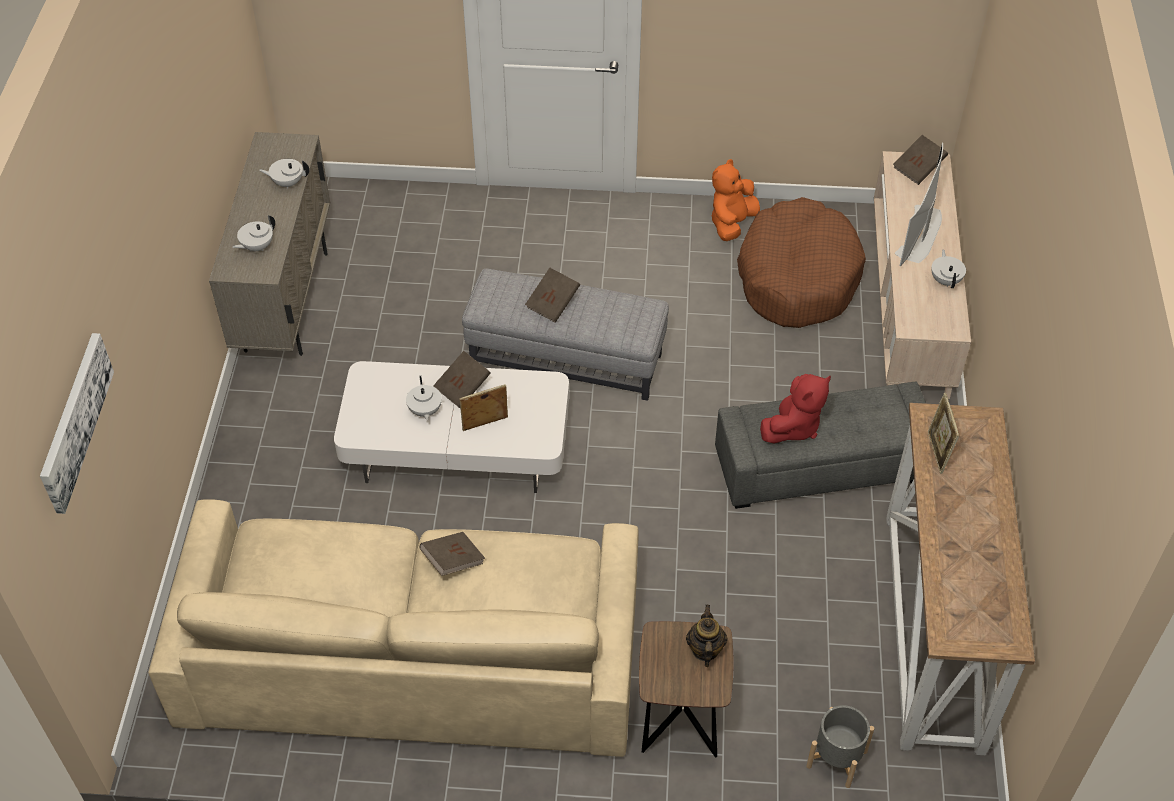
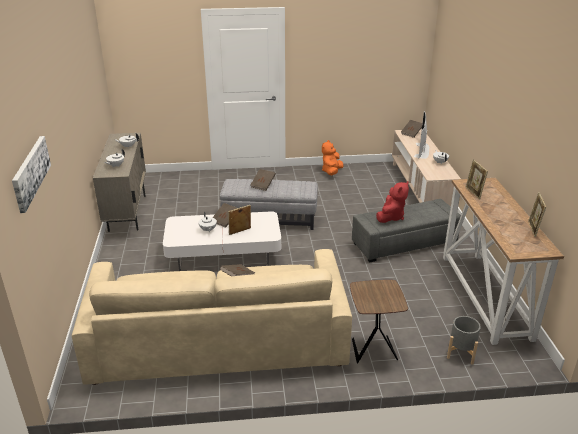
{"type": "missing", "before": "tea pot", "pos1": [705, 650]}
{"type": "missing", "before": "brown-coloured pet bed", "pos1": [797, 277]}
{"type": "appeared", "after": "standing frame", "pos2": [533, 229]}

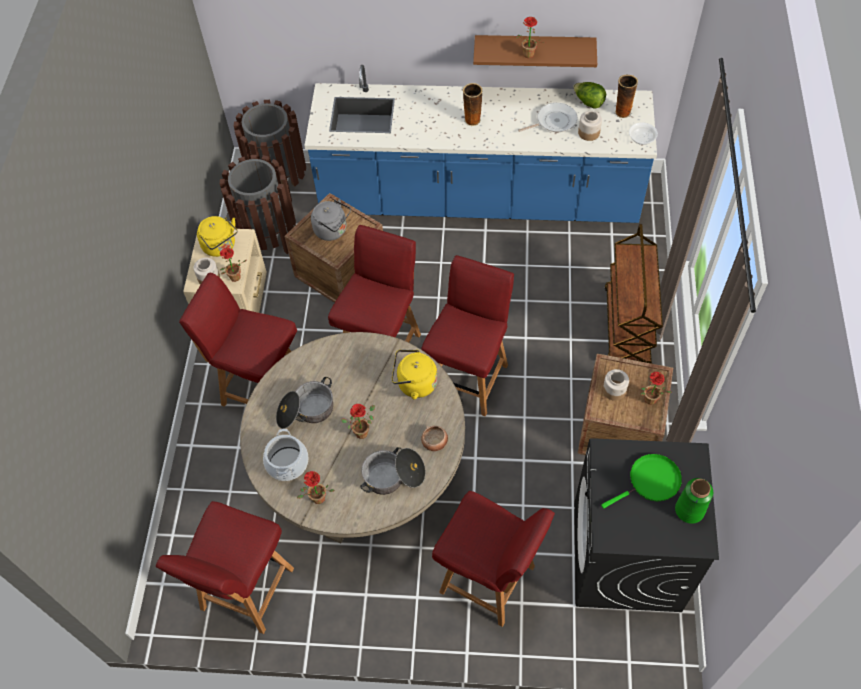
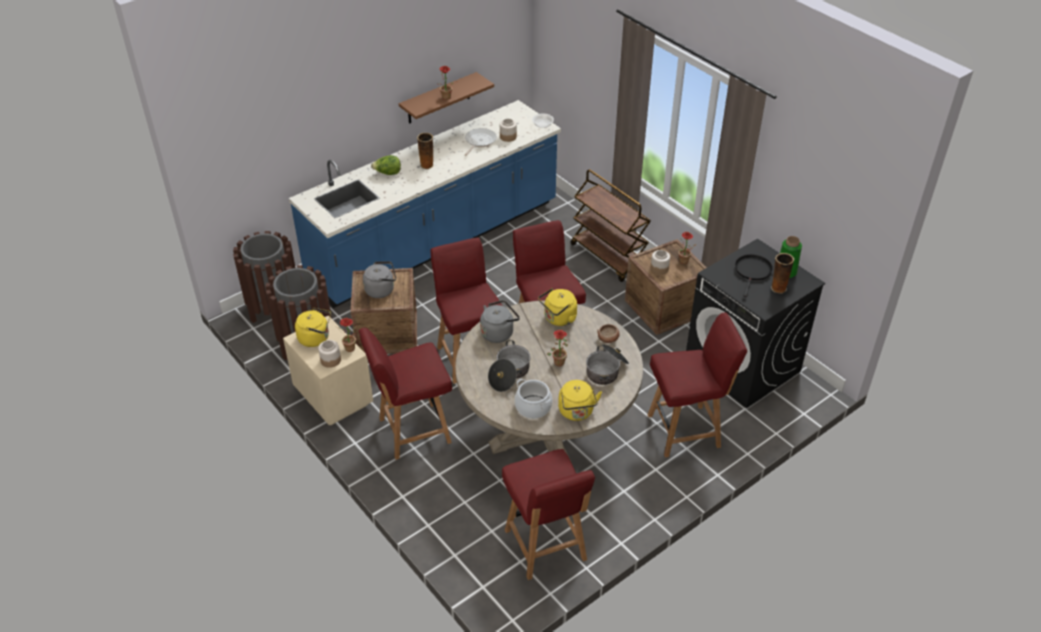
{"type": "appeared", "after": "gray tea kettle", "pos2": [498, 333]}
{"type": "relocated", "before": "lettuce head", "pos1": [588, 102], "pos2": [387, 173]}
{"type": "relocated", "before": "flower vase", "pos1": [622, 112], "pos2": [778, 288]}
{"type": "exchanged", "before": "houseplant", "after": "yellow tea kettle", "pos1": [317, 500], "pos2": [577, 412]}
{"type": "colour", "before": "green frying pan", "after": "blackish frying pan", "pos1": [651, 481], "pos2": [752, 271]}

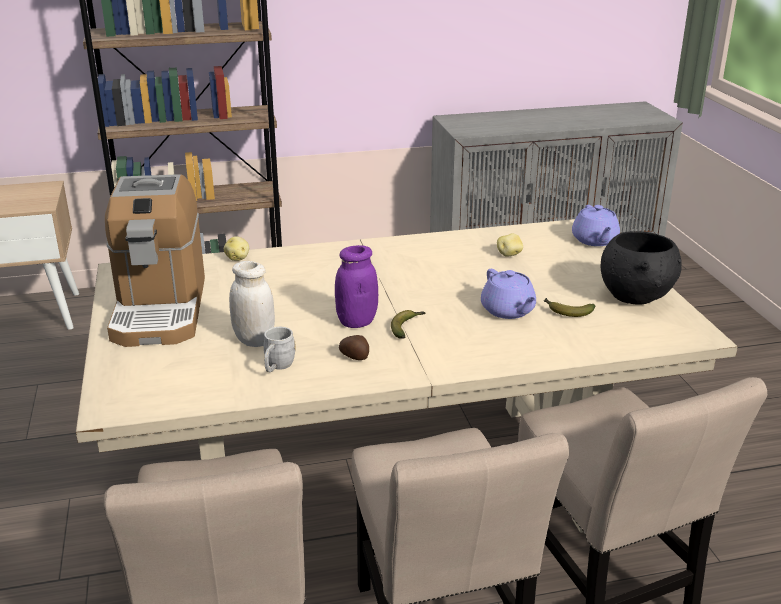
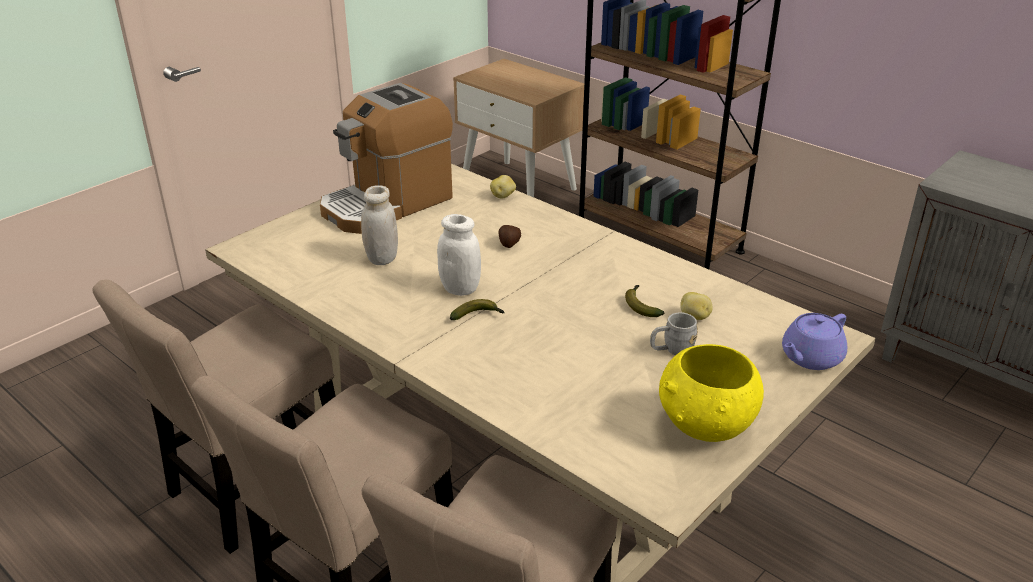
{"type": "missing", "before": "purple tea pot", "pos1": [508, 311]}
{"type": "relocated", "before": "gray coffee mug", "pos1": [277, 367], "pos2": [671, 350]}
{"type": "relocated", "before": "potato", "pos1": [355, 357], "pos2": [509, 244]}
{"type": "relocated", "before": "whole banana", "pos1": [566, 311], "pos2": [641, 305]}
{"type": "colour", "before": "purple preserve jar", "after": "white-coloured preserve jar", "pos1": [357, 322], "pos2": [460, 289]}
{"type": "colour", "before": "blackish serving bowl", "after": "yellow serving bowl", "pos1": [636, 297], "pos2": [706, 427]}

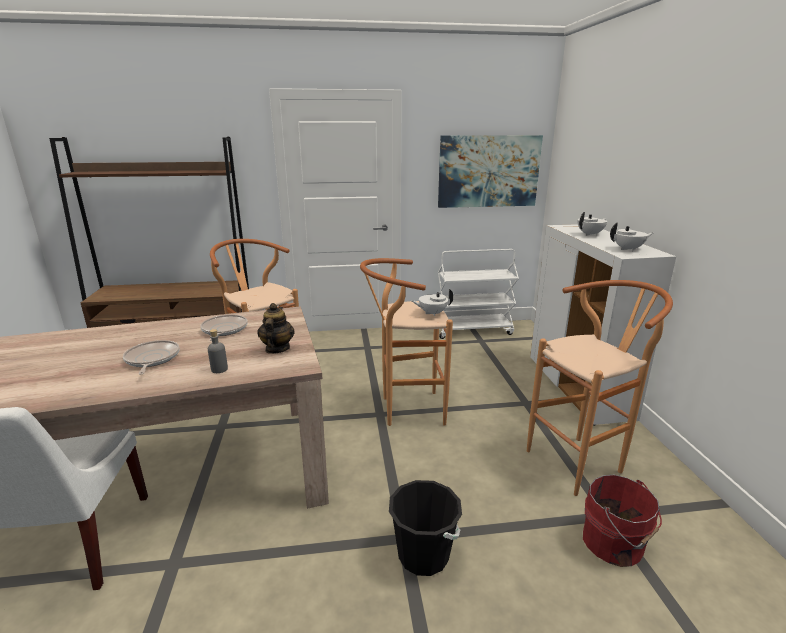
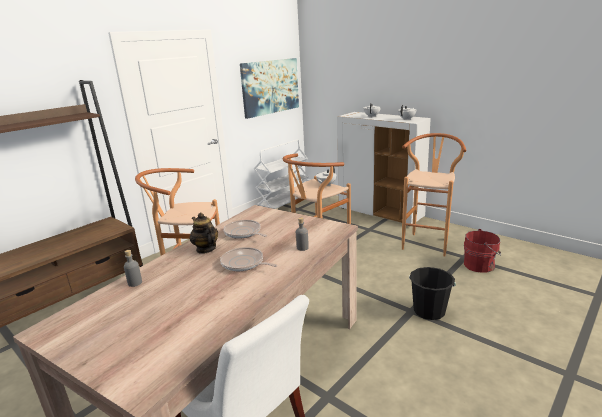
{"type": "appeared", "after": "gray bottle", "pos2": [135, 283]}
{"type": "relocated", "before": "tea pot", "pos1": [277, 349], "pos2": [206, 249]}

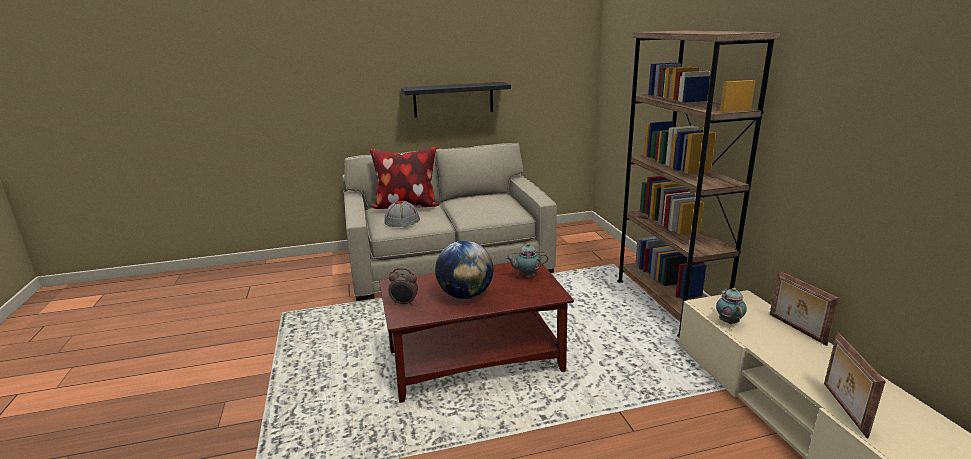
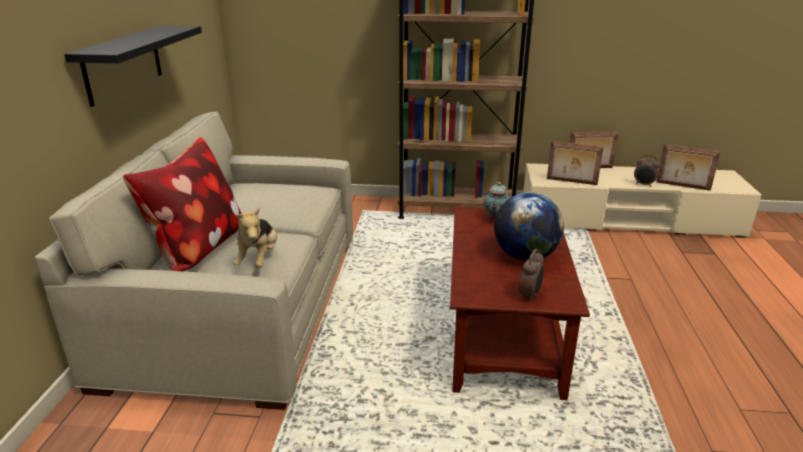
{"type": "appeared", "after": "alarm clock", "pos2": [644, 185]}
{"type": "exchanged", "before": "gray hat", "after": "plush toy", "pos1": [402, 220], "pos2": [259, 259]}
{"type": "exchanged", "before": "tea pot", "after": "standing frame", "pos1": [728, 321], "pos2": [571, 182]}

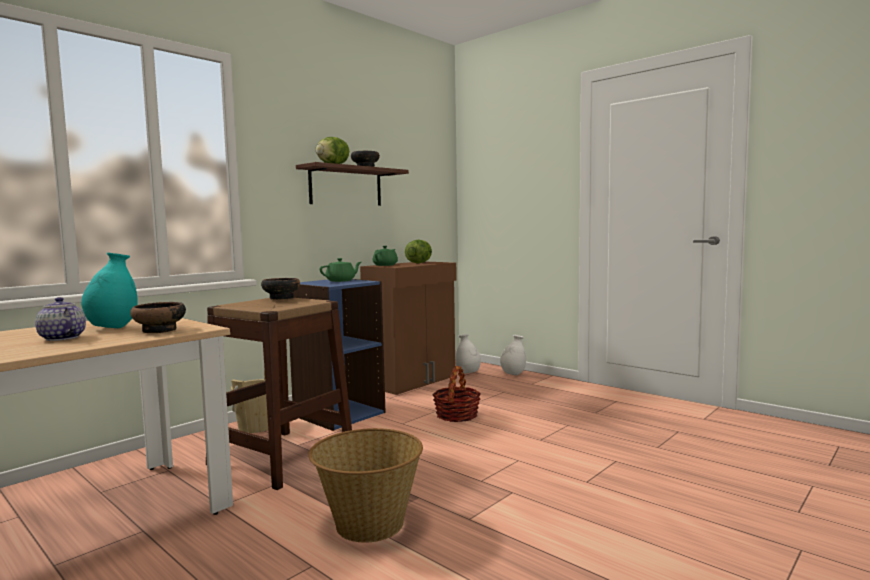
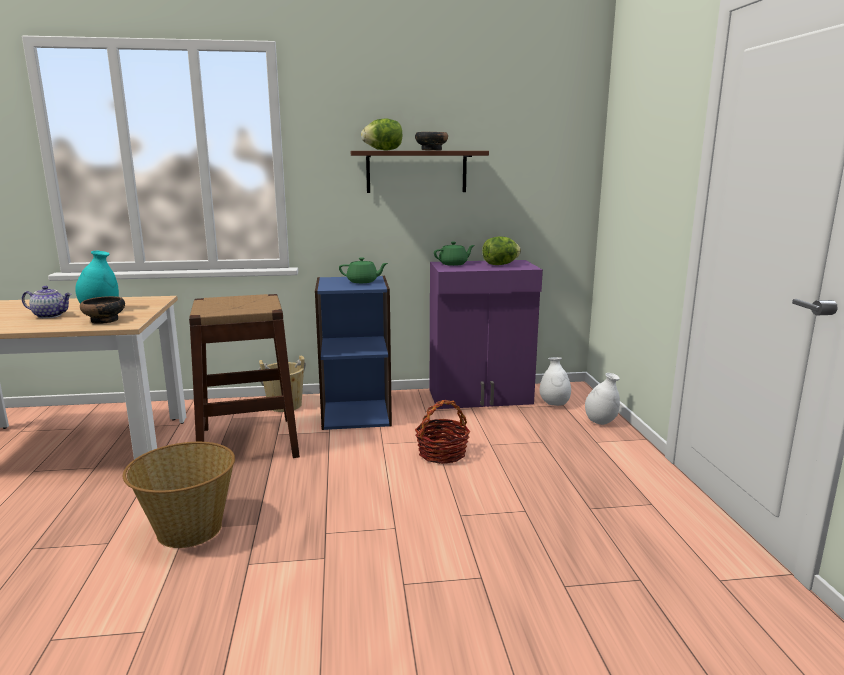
{"type": "missing", "before": "serving bowl", "pos1": [281, 298]}
{"type": "colour", "before": "brown-coloured cabinet", "after": "purple cabinet", "pos1": [412, 381], "pos2": [481, 397]}
{"type": "spun", "before": "tea pot", "pos1": [61, 338], "pos2": [50, 315], "turn": 105}

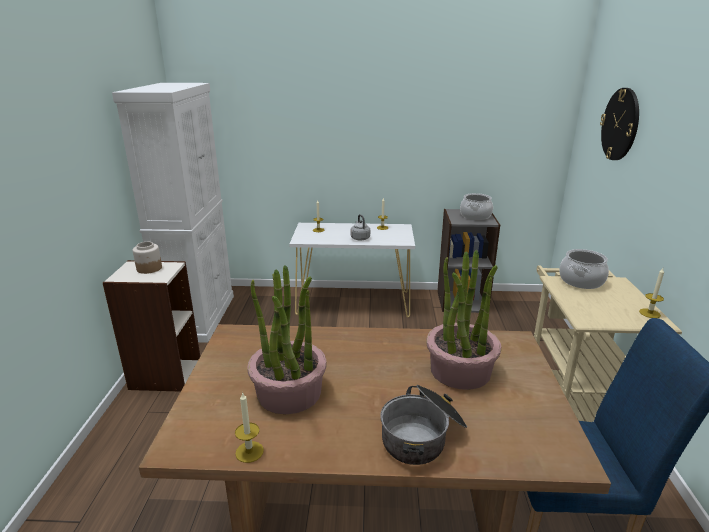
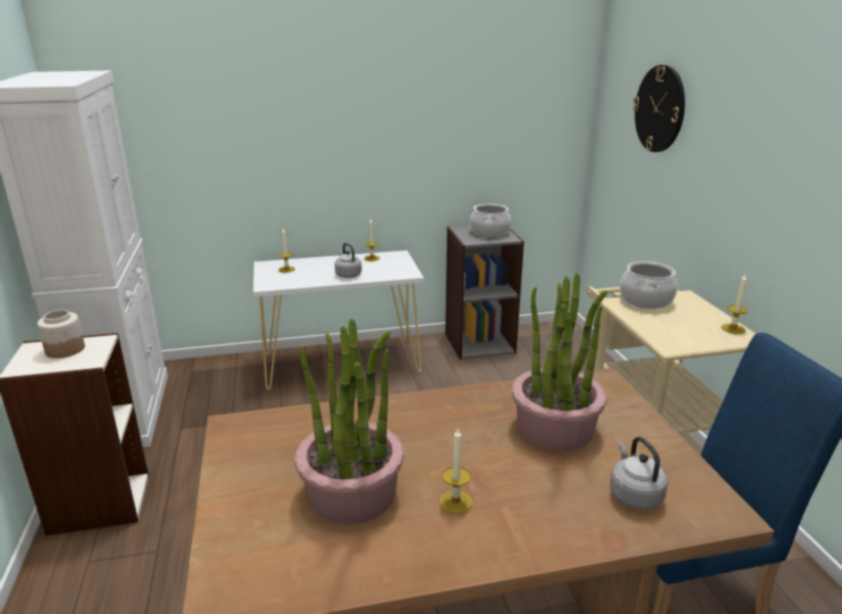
{"type": "missing", "before": "saucepot", "pos1": [423, 436]}
{"type": "appeared", "after": "gray tea kettle", "pos2": [634, 495]}
{"type": "relocated", "before": "wax candle", "pos1": [249, 452], "pos2": [455, 502]}

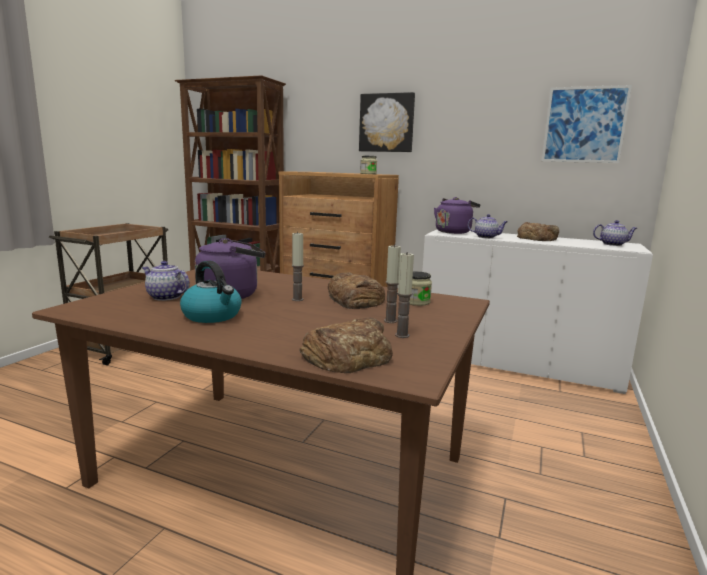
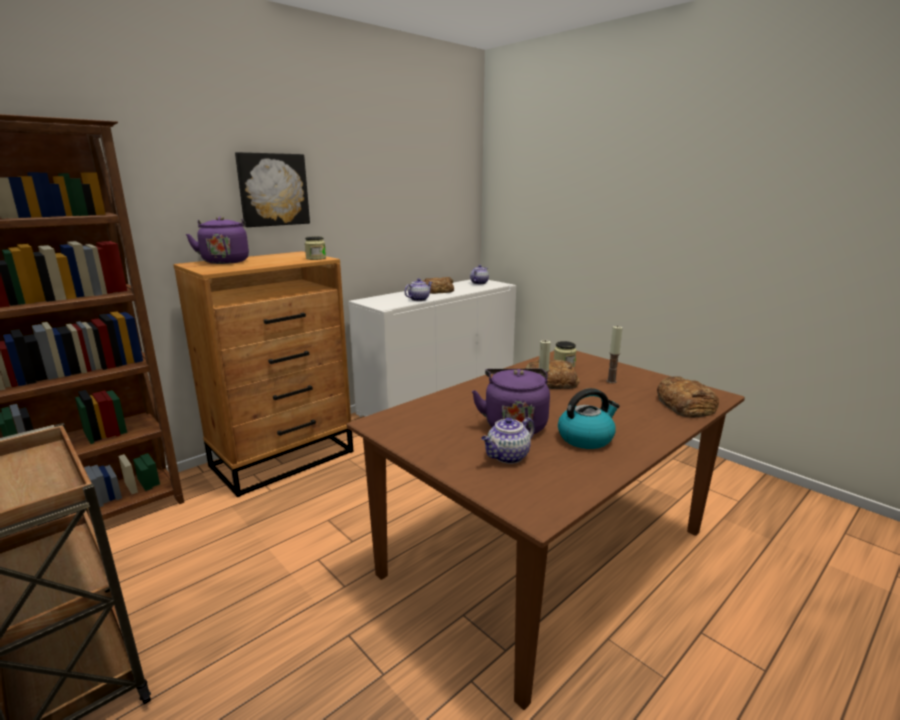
{"type": "missing", "before": "wax candle", "pos1": [402, 335]}
{"type": "missing", "before": "wall picture", "pos1": [584, 125]}
{"type": "relocated", "before": "purple tea kettle", "pos1": [454, 232], "pos2": [225, 261]}

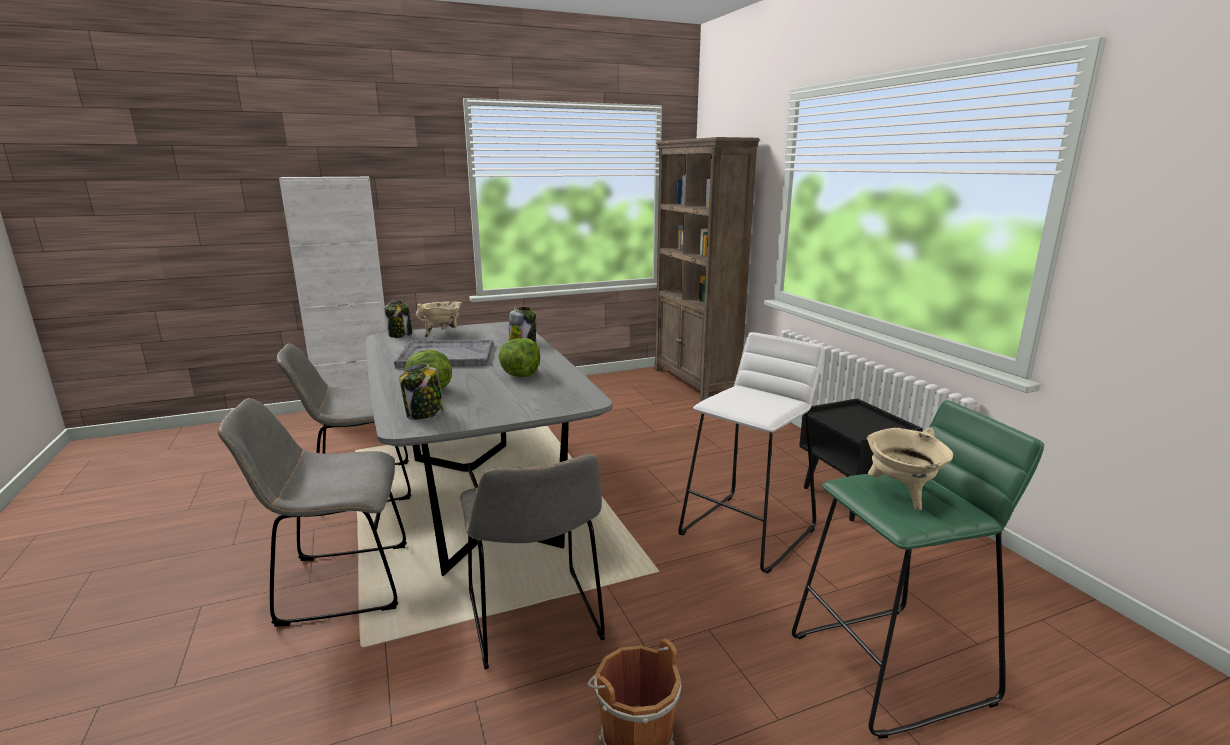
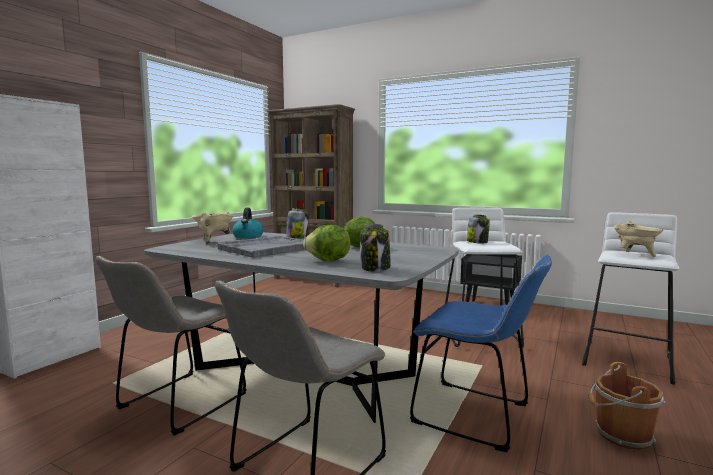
{"type": "appeared", "after": "tea kettle", "pos2": [248, 236]}
{"type": "relocated", "before": "preserve jar", "pos1": [400, 335], "pos2": [477, 242]}
{"type": "colour", "before": "gray chair", "after": "bluish chair", "pos1": [535, 621], "pos2": [477, 416]}
{"type": "colour", "before": "green stool", "after": "white-coloured stool", "pos1": [891, 668], "pos2": [628, 360]}

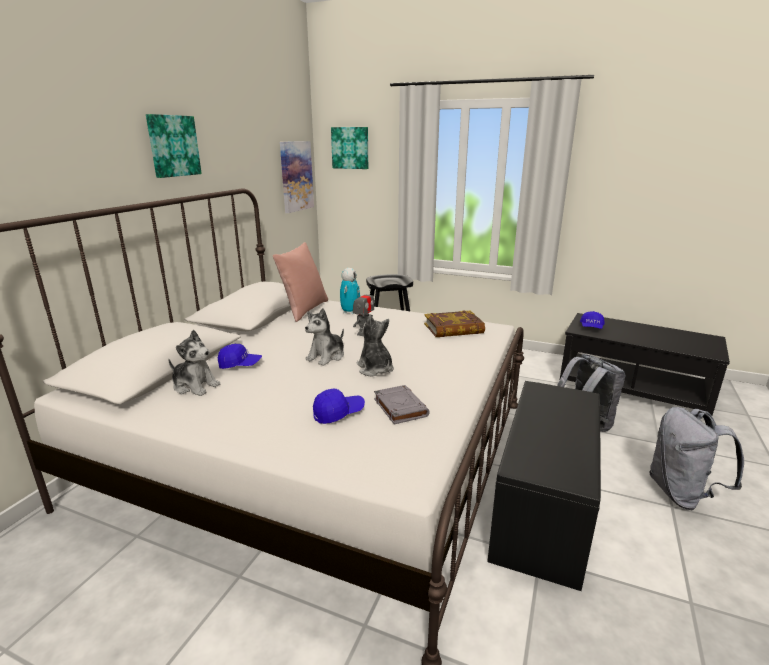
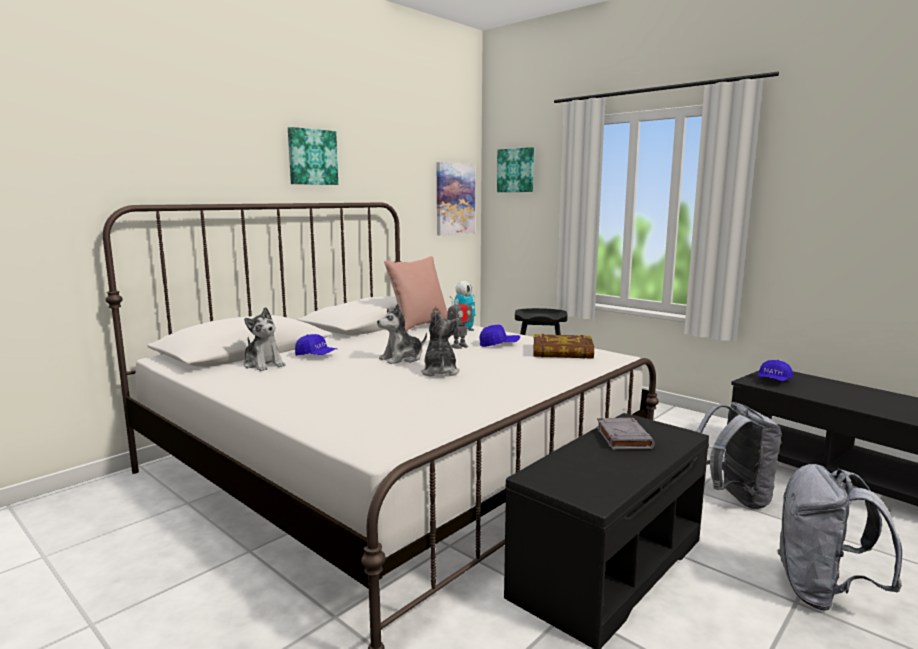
{"type": "relocated", "before": "bluish peaked cap", "pos1": [338, 413], "pos2": [499, 344]}
{"type": "relocated", "before": "gray volume", "pos1": [399, 407], "pos2": [623, 437]}

